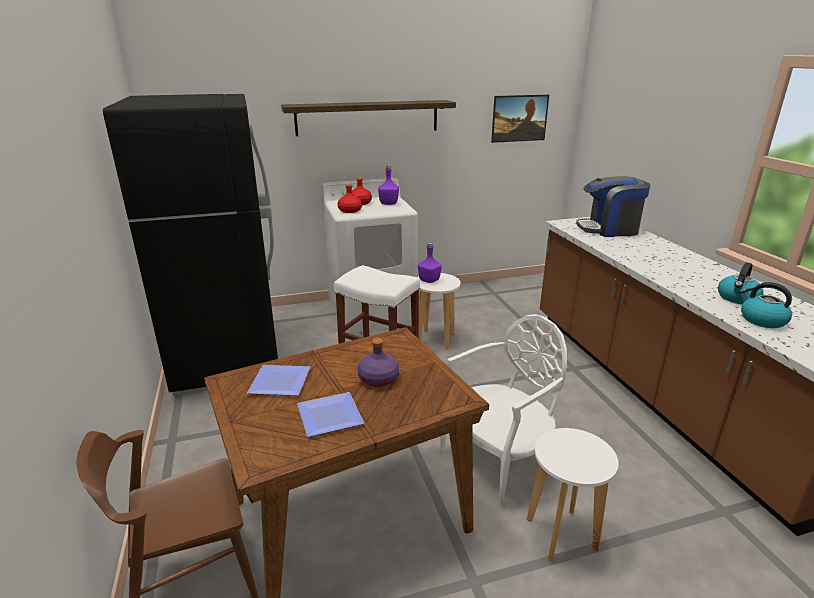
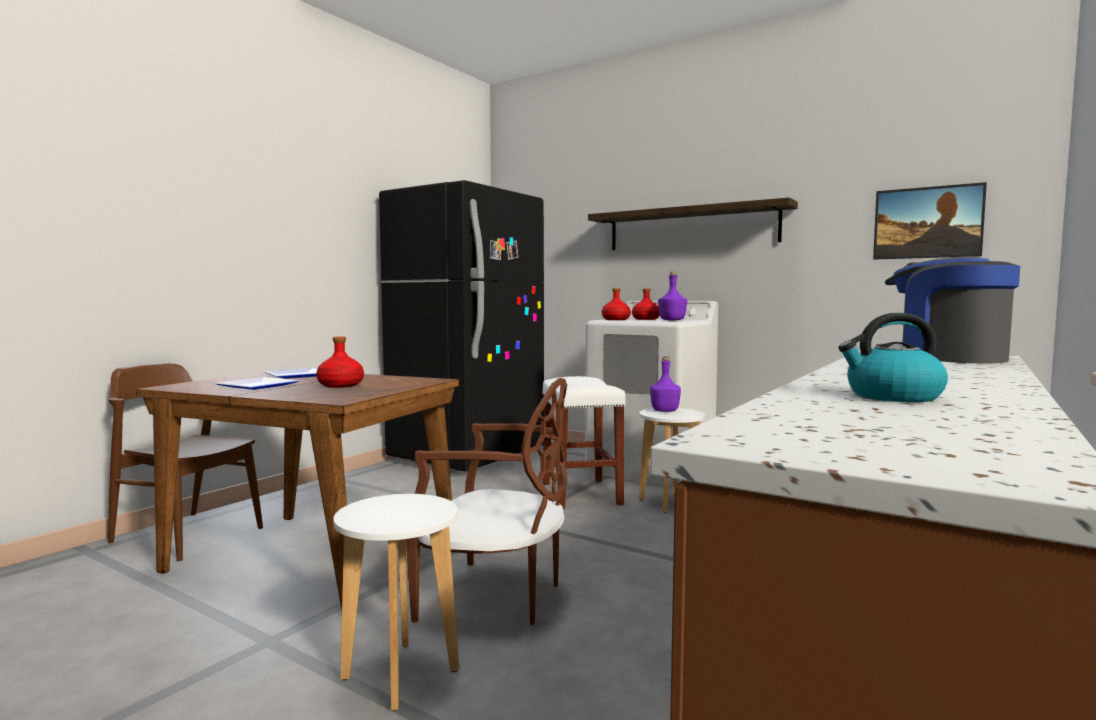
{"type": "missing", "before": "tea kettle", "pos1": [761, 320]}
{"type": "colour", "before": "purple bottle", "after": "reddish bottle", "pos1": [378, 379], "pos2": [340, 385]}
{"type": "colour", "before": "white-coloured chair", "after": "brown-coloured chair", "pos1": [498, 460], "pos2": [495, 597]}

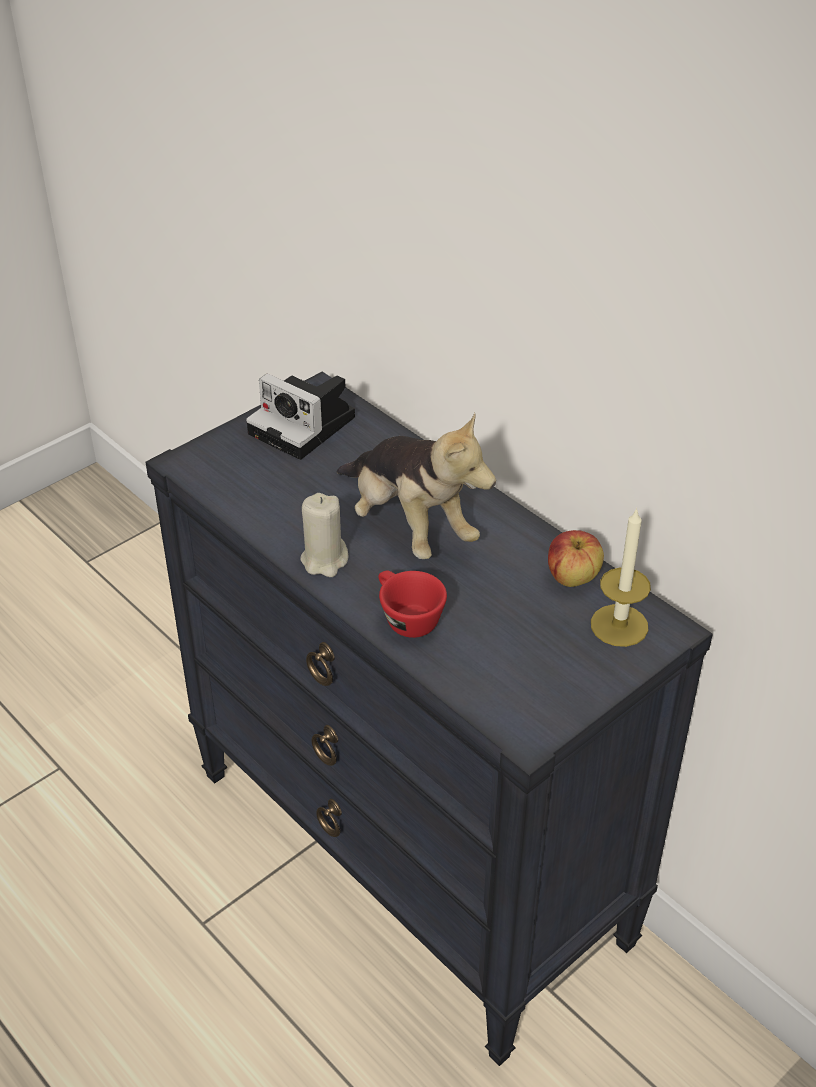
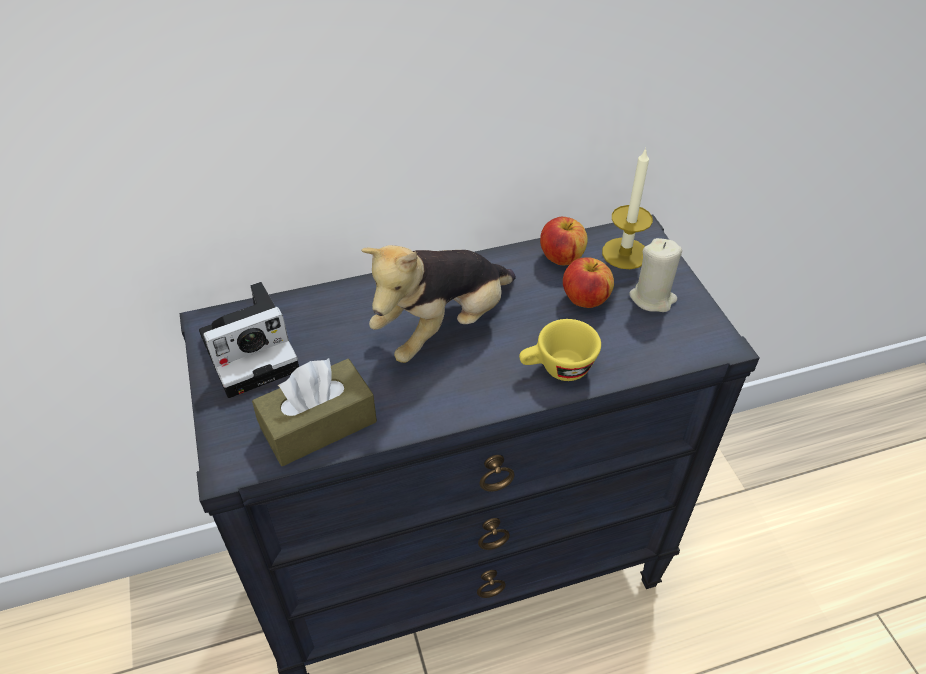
{"type": "appeared", "after": "brown-coloured box of tissues", "pos2": [318, 425]}
{"type": "appeared", "after": "apple", "pos2": [585, 299]}
{"type": "relocated", "before": "beige wax candle", "pos1": [324, 560], "pos2": [652, 298]}
{"type": "colour", "before": "reddish small cup", "after": "yellow small cup", "pos1": [406, 618], "pos2": [557, 369]}
{"type": "spun", "before": "plush toy", "pos1": [409, 526], "pos2": [443, 327], "turn": 150}

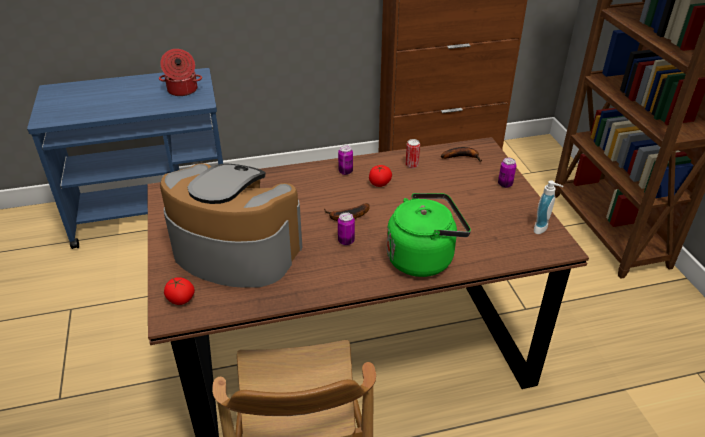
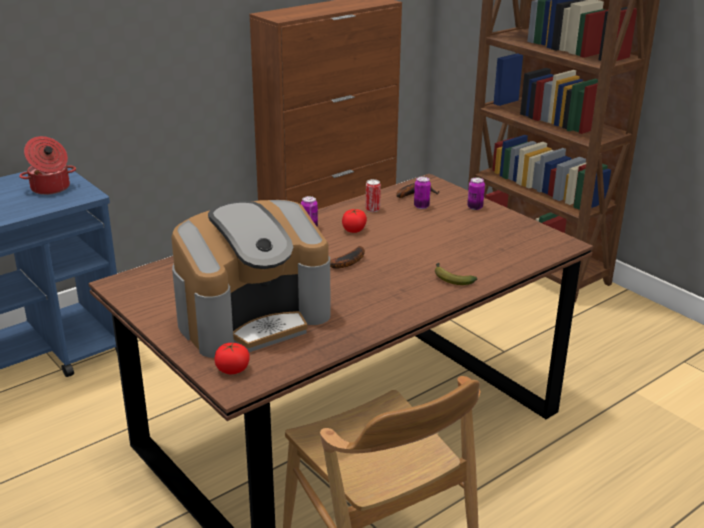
{"type": "missing", "before": "soap bottle", "pos1": [543, 229]}
{"type": "relocated", "before": "sealed can", "pos1": [346, 241], "pos2": [421, 206]}
{"type": "exchanged", "before": "green tea kettle", "after": "whole banana", "pos1": [424, 258], "pos2": [451, 278]}
{"type": "spun", "before": "coffee brewer", "pos1": [234, 251], "pos2": [253, 317], "turn": 150}

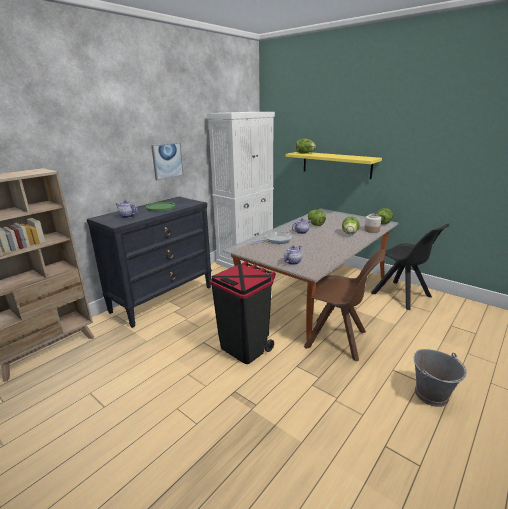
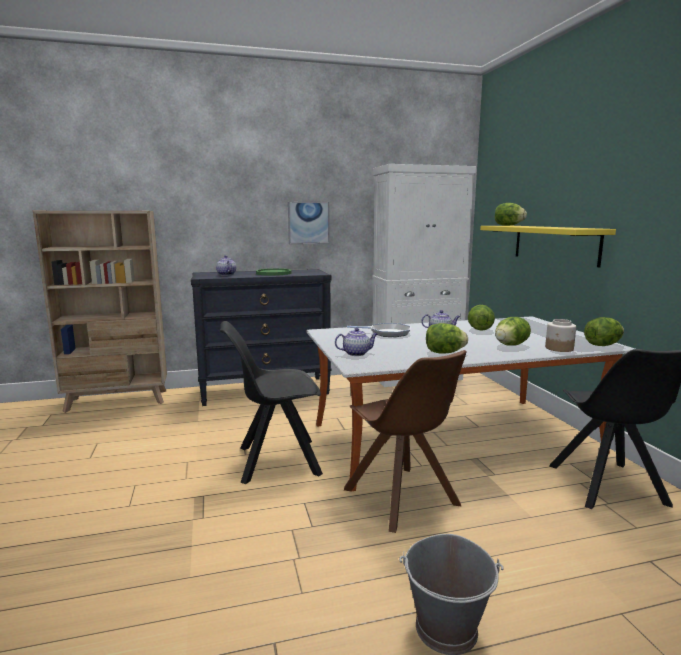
{"type": "appeared", "after": "lettuce head", "pos2": [444, 353]}
{"type": "exchanged", "before": "blackish waste bin", "after": "blackish chair", "pos1": [244, 347], "pos2": [275, 461]}

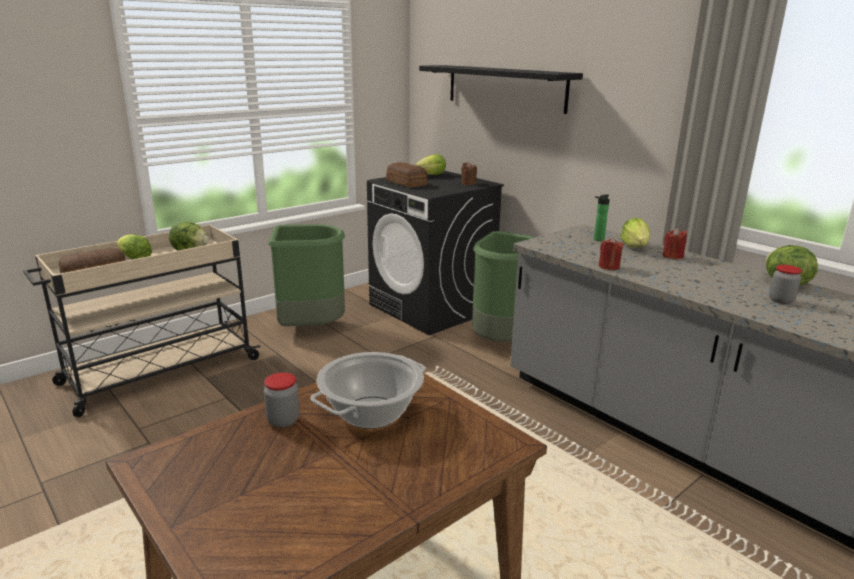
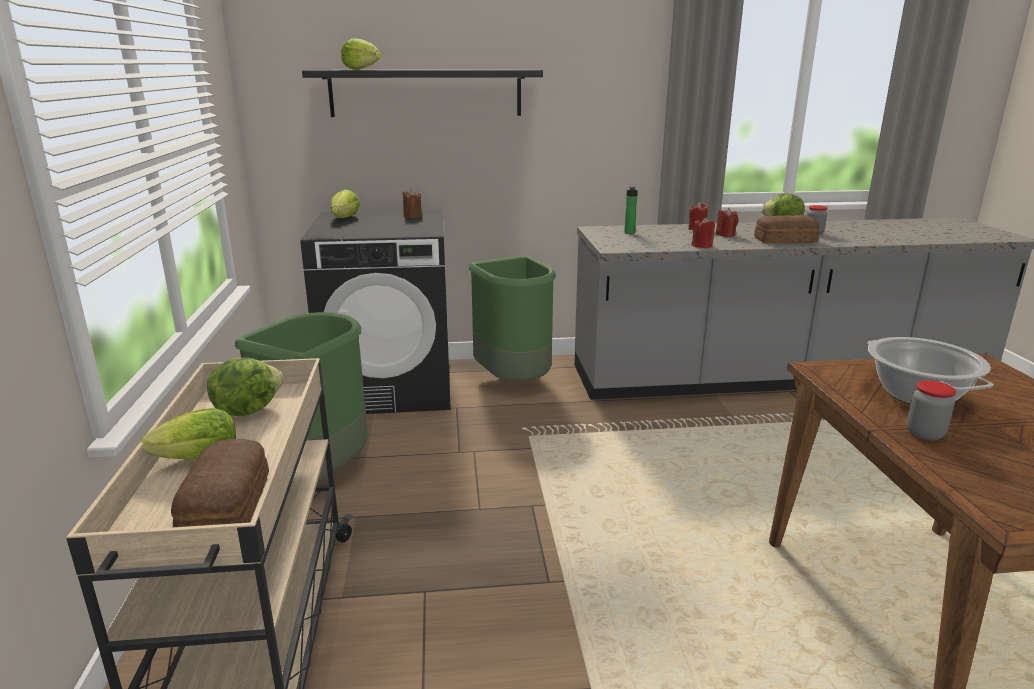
{"type": "appeared", "after": "reddish wax candle", "pos2": [725, 234]}
{"type": "relocated", "before": "bread", "pos1": [406, 182], "pos2": [784, 240]}
{"type": "relocated", "before": "lettuce head", "pos1": [635, 247], "pos2": [361, 69]}

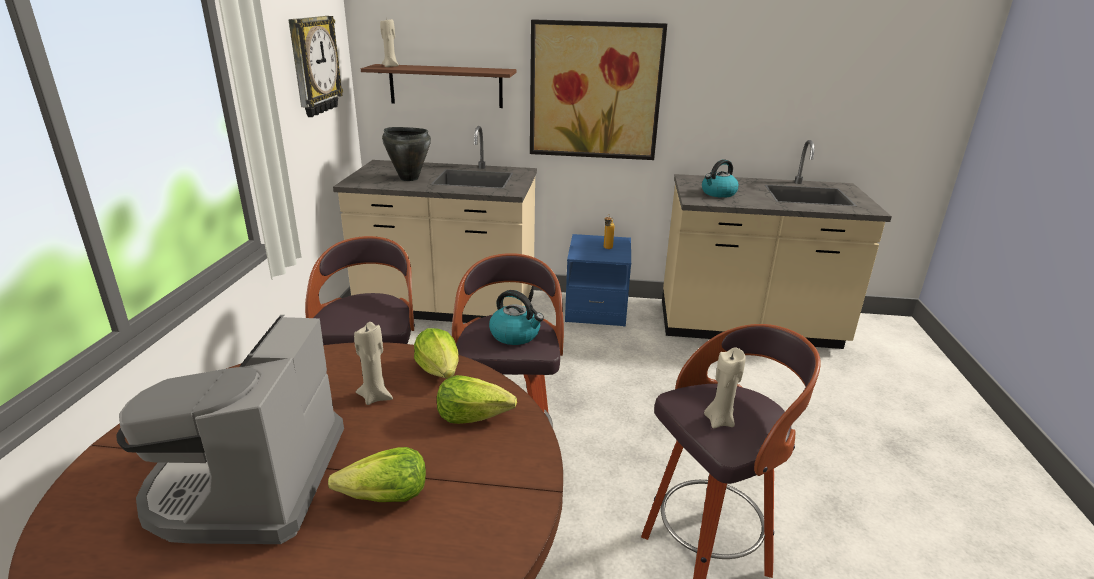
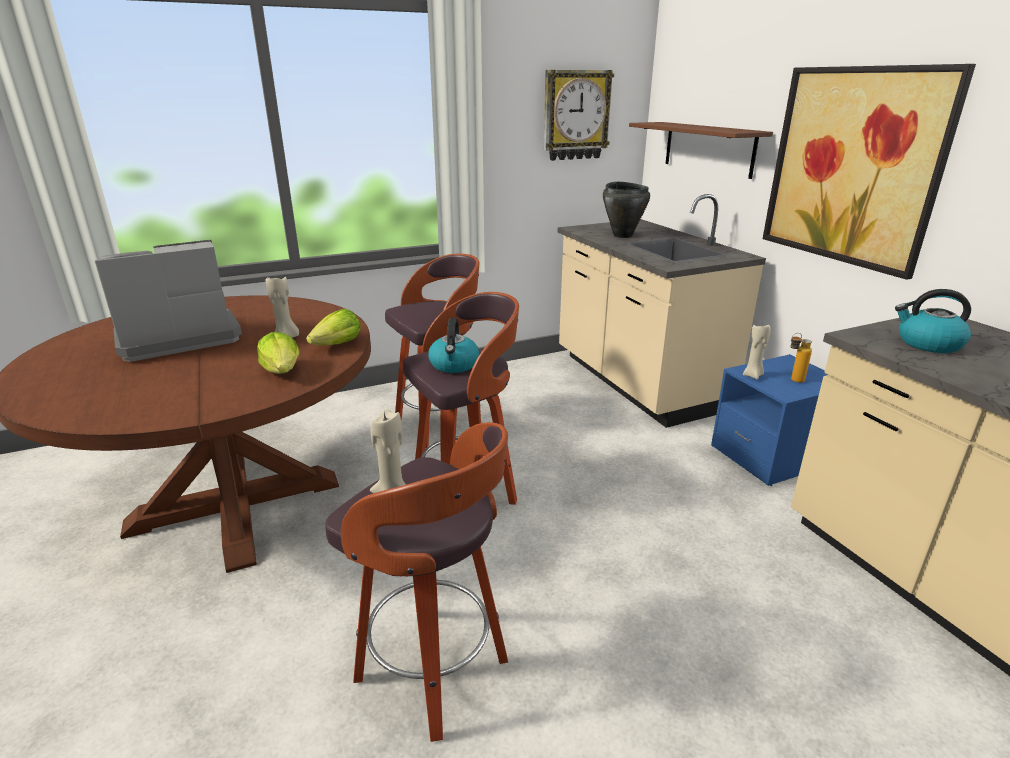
{"type": "missing", "before": "lettuce head", "pos1": [385, 497]}
{"type": "relocated", "before": "beige wax candle", "pos1": [391, 66], "pos2": [753, 375]}

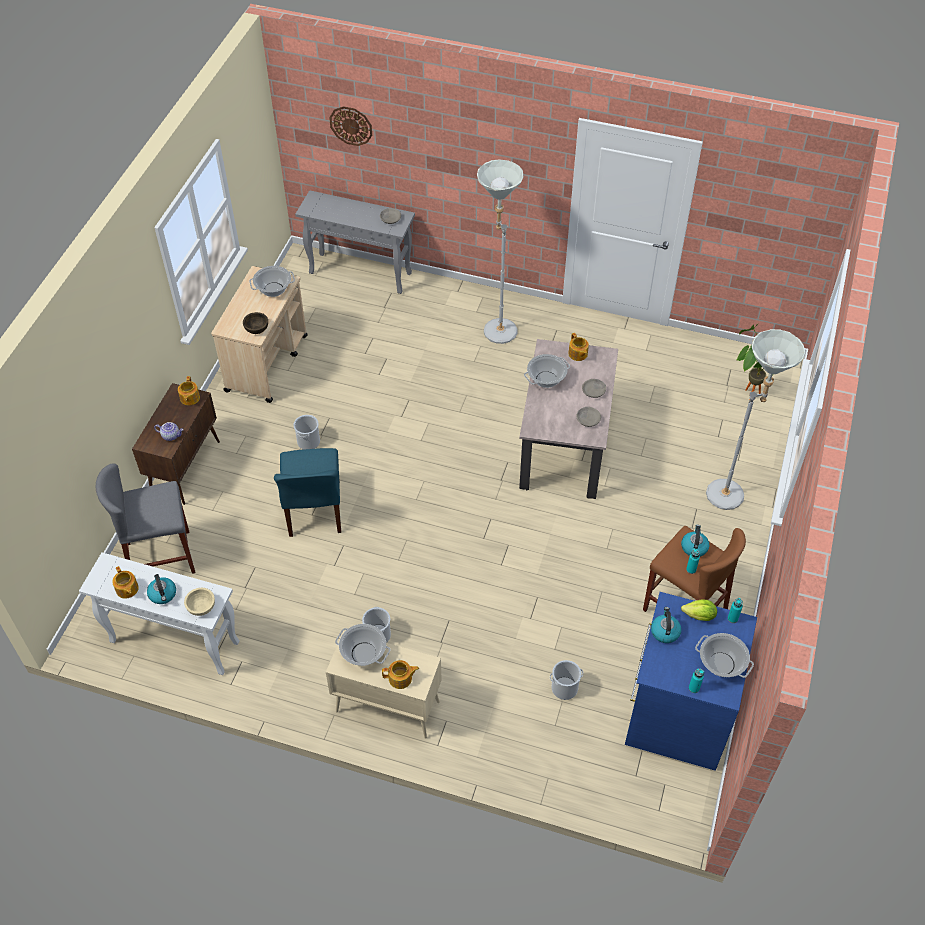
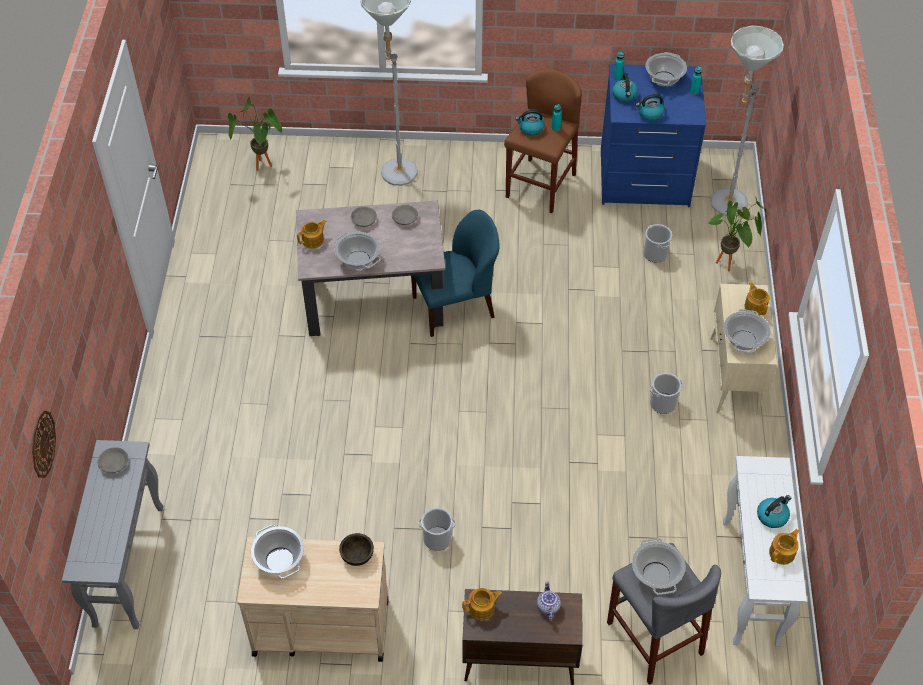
{"type": "missing", "before": "beige serving bowl", "pos1": [201, 607]}
{"type": "appeared", "after": "saucepot", "pos2": [656, 574]}
{"type": "appeared", "after": "houseplant", "pos2": [729, 266]}
{"type": "relocated", "before": "bluish chair", "pos1": [314, 510], "pos2": [455, 307]}
{"type": "relocated", "before": "gray floor lamp", "pos1": [496, 327], "pos2": [723, 207]}
{"type": "exchanged", "before": "lettuce head", "after": "tea kettle", "pos1": [699, 616], "pos2": [624, 95]}

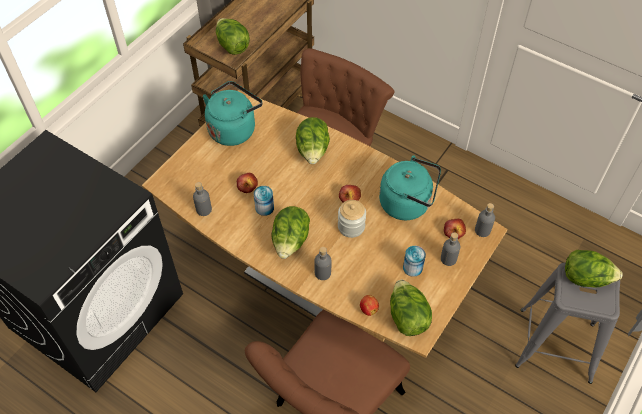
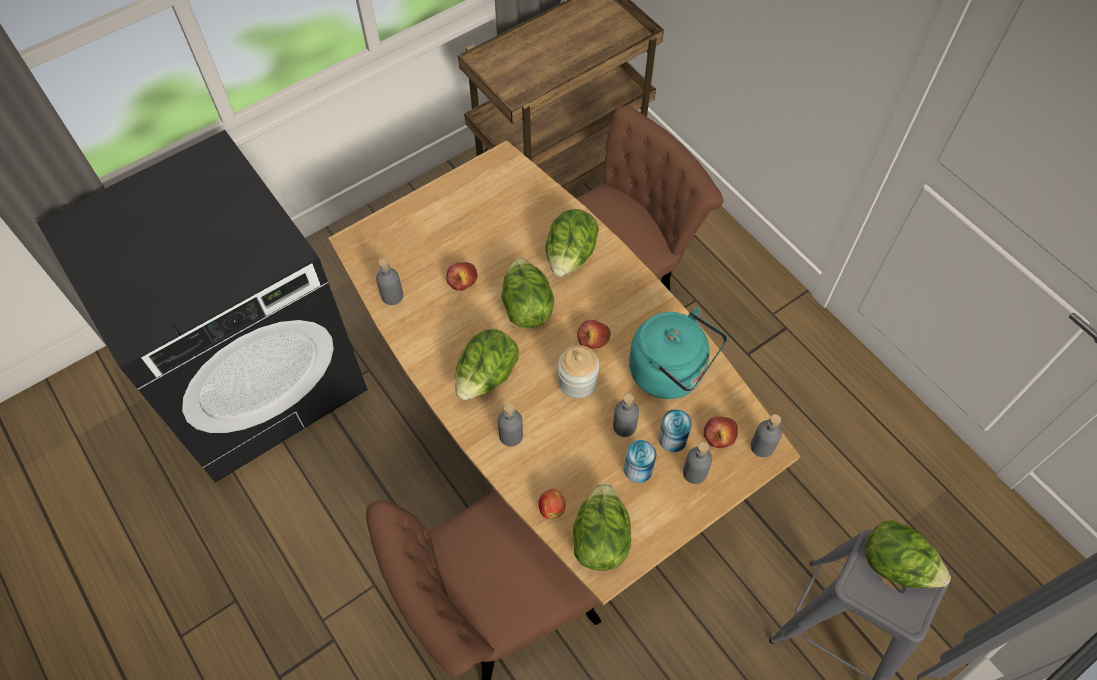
{"type": "missing", "before": "turquoise tea kettle", "pos1": [233, 129]}
{"type": "appeared", "after": "gray bottle", "pos2": [624, 426]}
{"type": "relocated", "before": "lettuce head", "pos1": [232, 46], "pos2": [526, 306]}
{"type": "relocated", "before": "sealed can", "pos1": [264, 208], "pos2": [672, 439]}

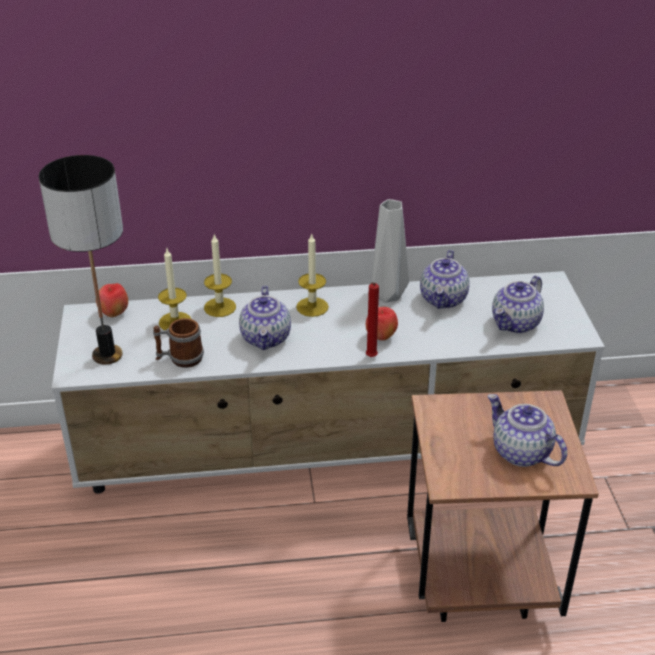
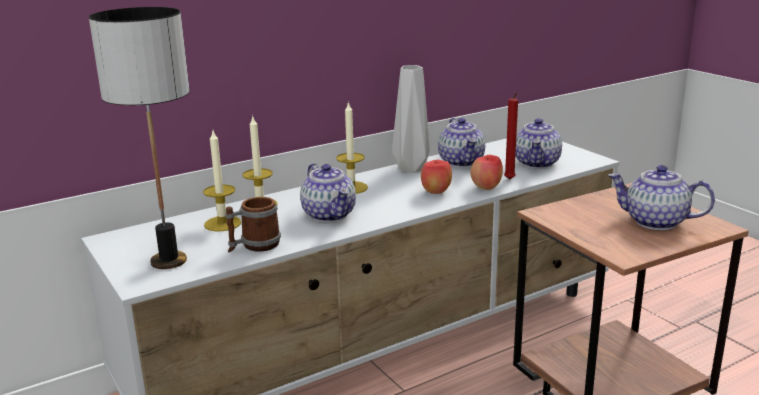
{"type": "relocated", "before": "apple", "pos1": [114, 314], "pos2": [486, 188]}
{"type": "relocated", "before": "reddish wax candle", "pos1": [370, 358], "pos2": [509, 180]}

